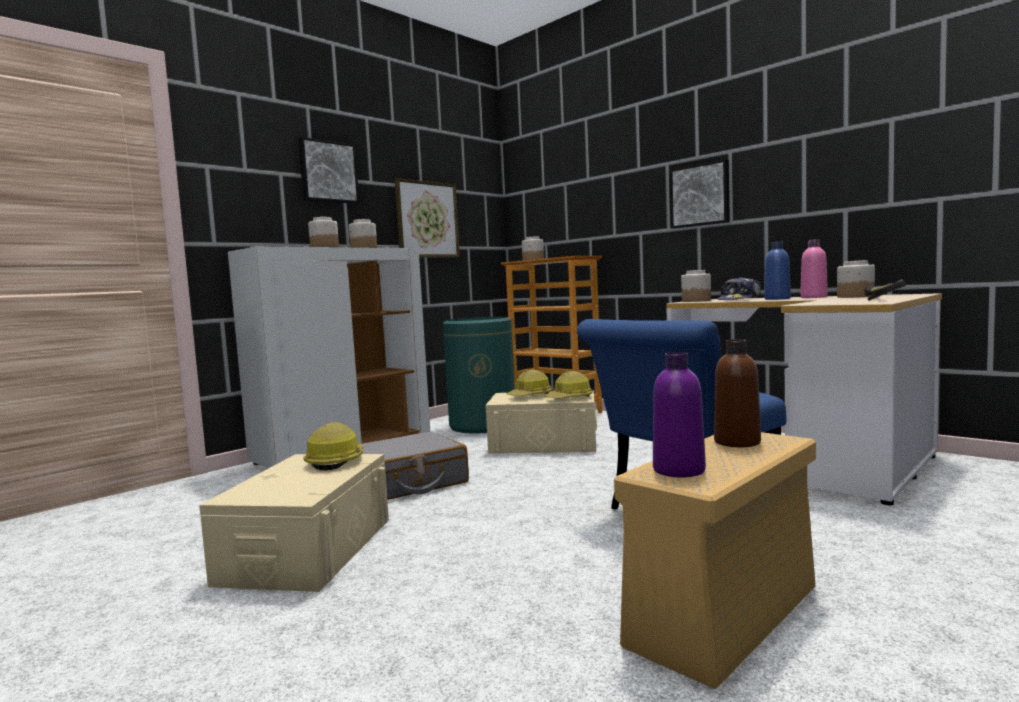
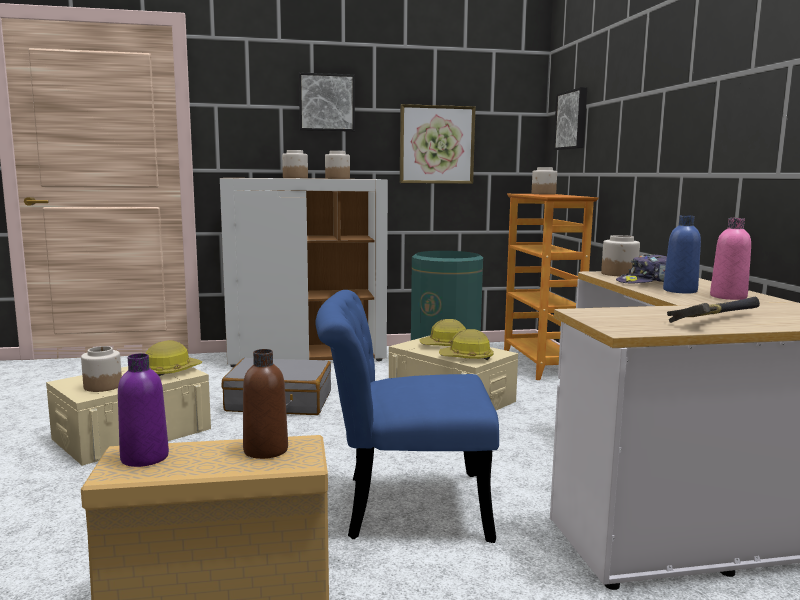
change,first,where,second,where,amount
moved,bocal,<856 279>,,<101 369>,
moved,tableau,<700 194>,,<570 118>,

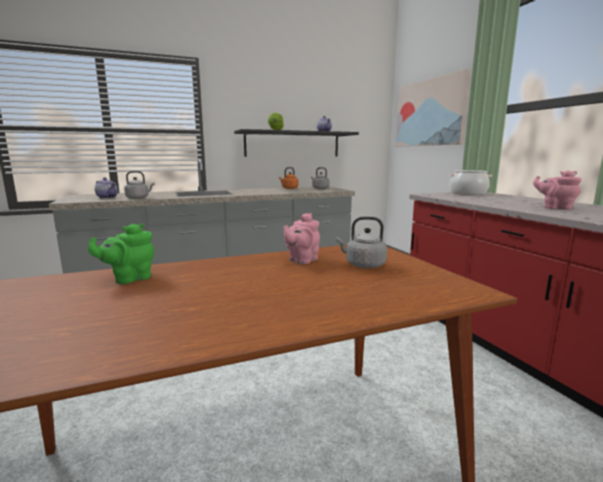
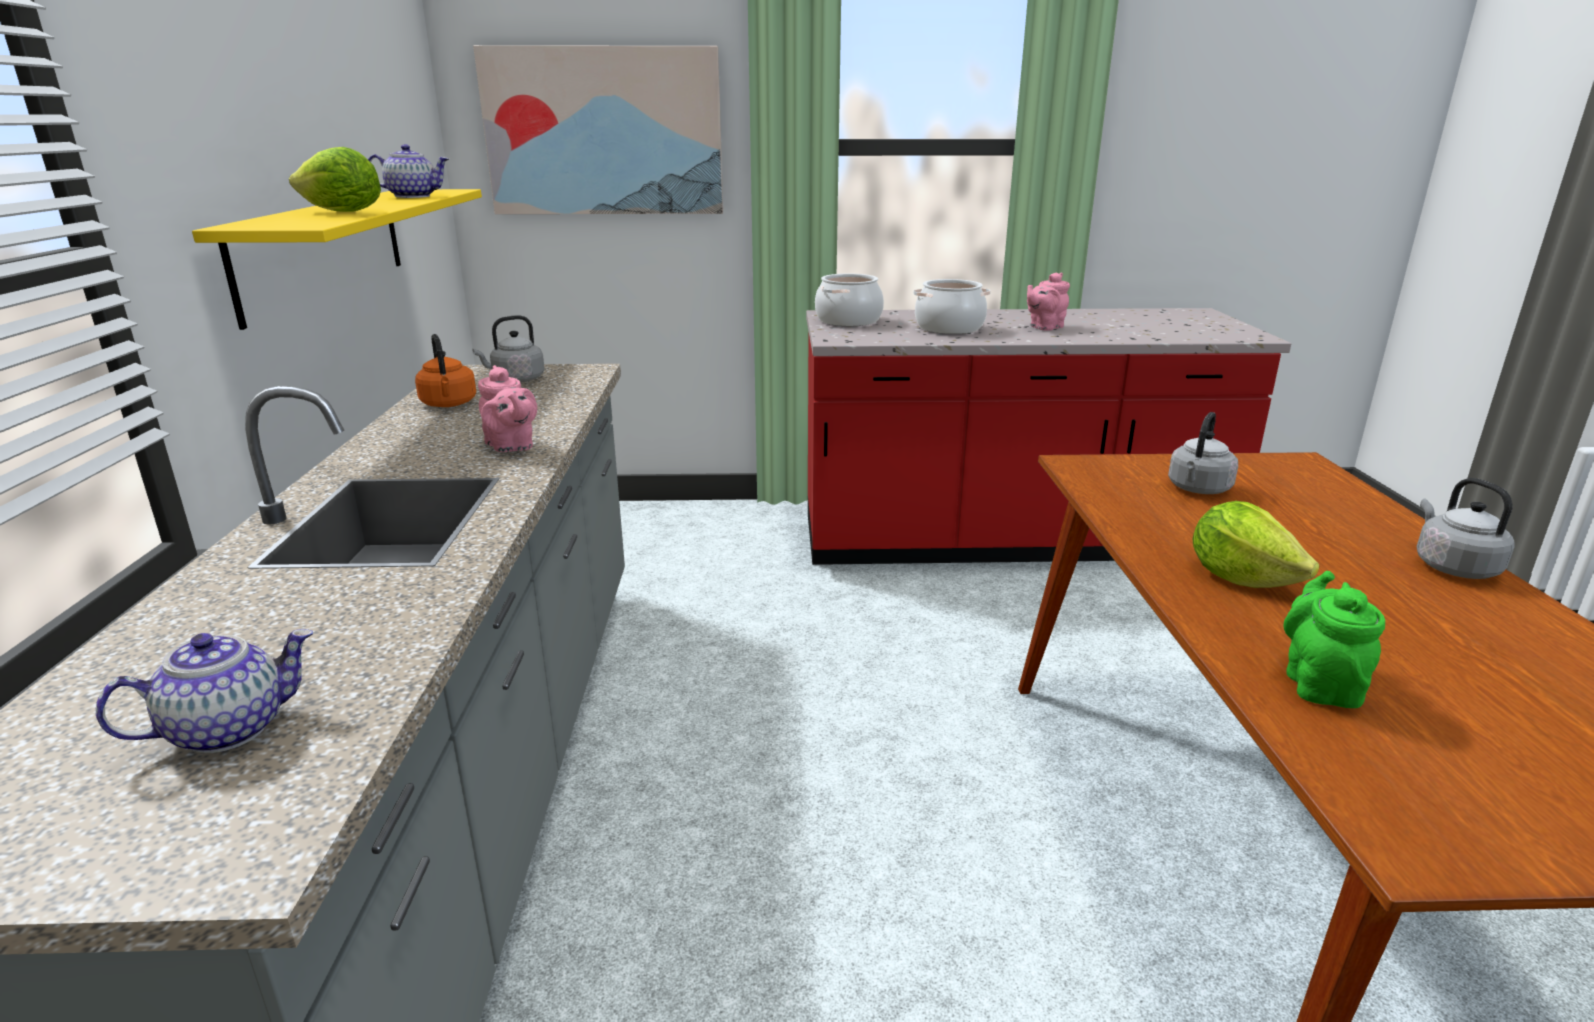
change,first,where,second,where,amount
recoloured,étagère/noir,<296 143>,étagère/jaune,<337 259>,
moved,théière/rose,<301 238>,,<507 408>,
added,,,marmite,<952 306>,
added,,,laitue,<1256 544>,
turned,théière/vert,<121 254>,,<1334 639>,150 degrees counterclockwise
moved,bouilloire/gris,<139 185>,,<1465 528>,

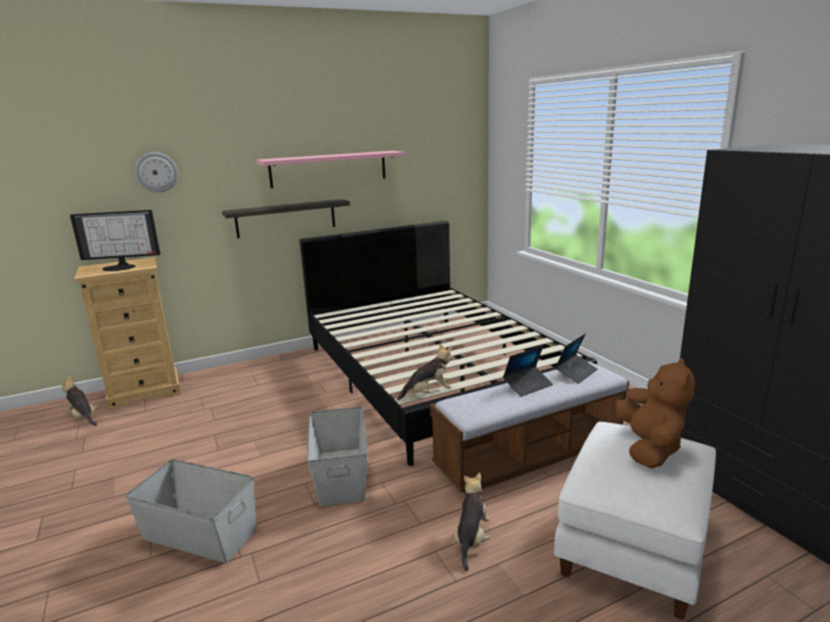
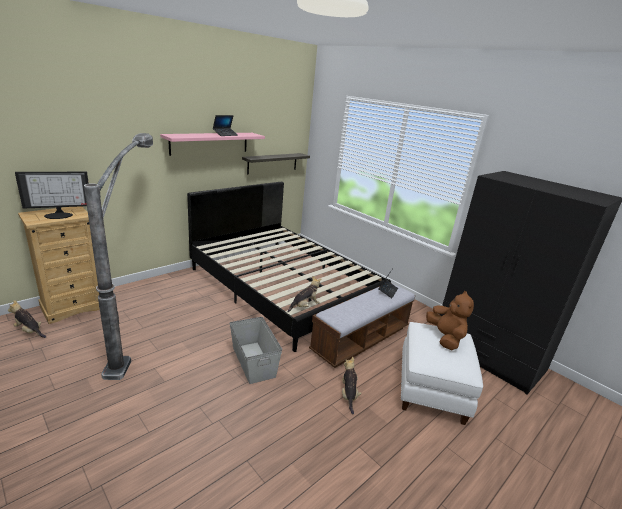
change,first,where,second,where,amount
added,,,lampadaire,<118 256>,
moved,ordinateur portable,<528 371>,,<225 125>,
moved,étagère,<286 218>,,<276 163>,
removed,boîte de rangement/gris,<191 511>,,,
removed,horloge murale,<156 172>,,,

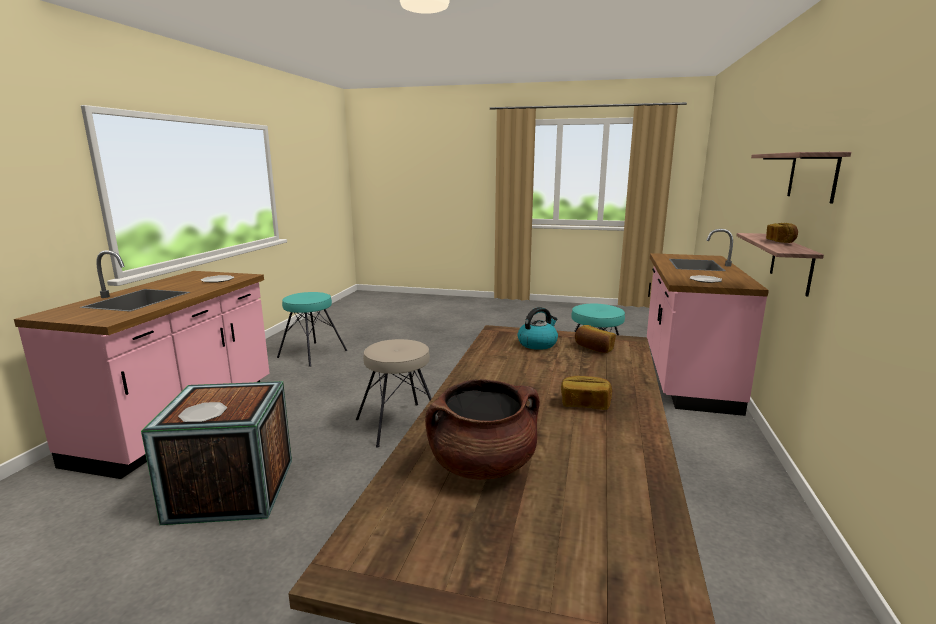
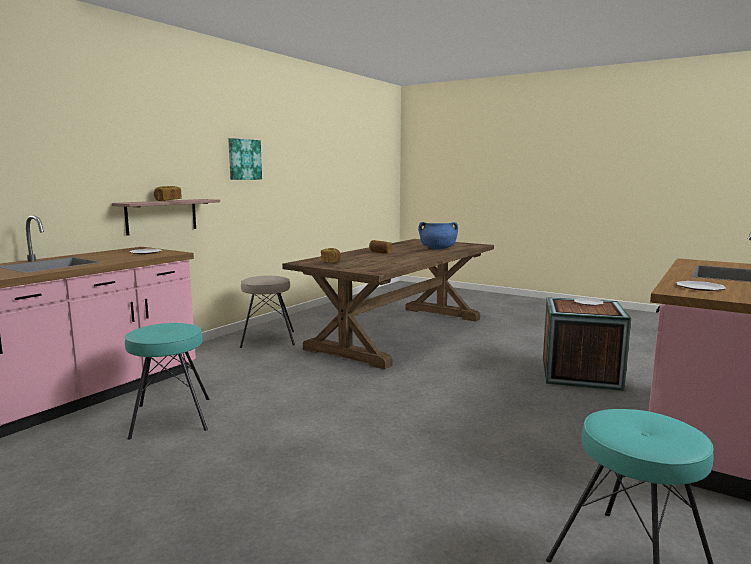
change,first,where,second,where,amount
added,,,tableau,<245 159>,
moved,tabouret/beige,<394 393>,,<267 312>,
recoloured,marmite/marron,<482 429>,marmite/bleu,<438 235>,
removed,bouilloire,<538 328>,,,
removed,étagère,<801 178>,,,

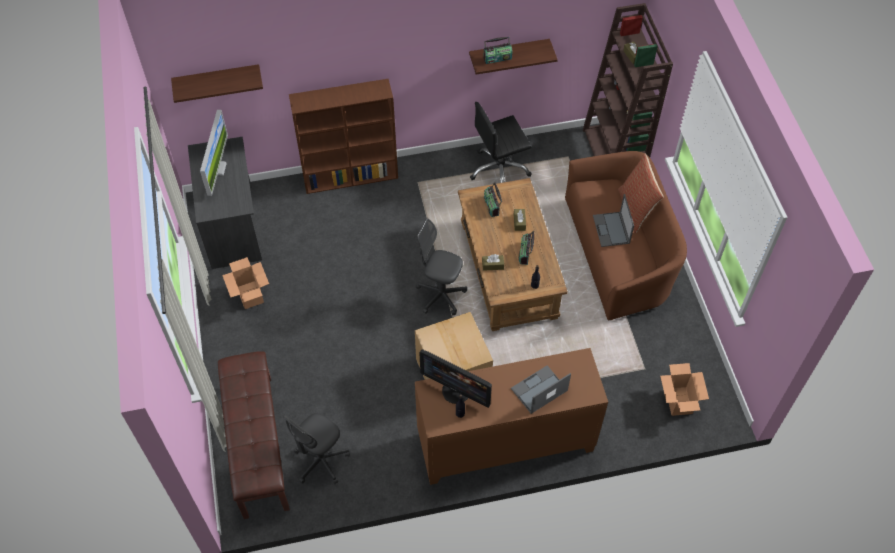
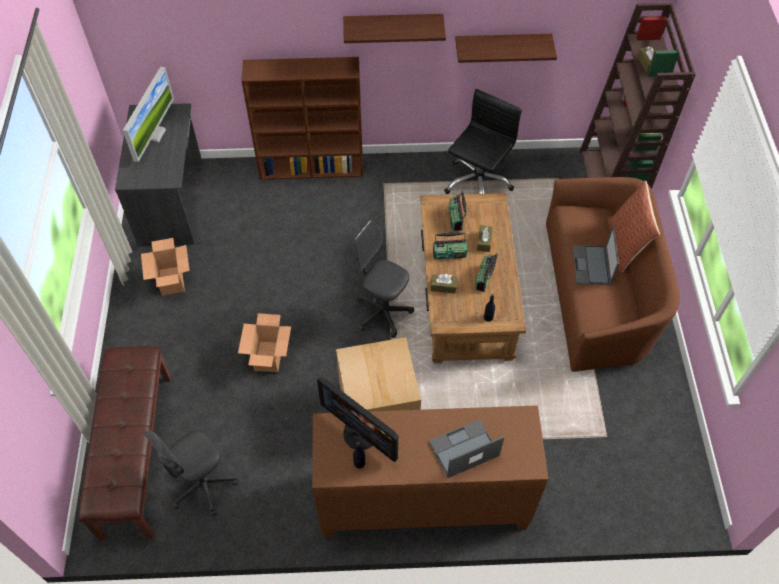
change,first,where,second,where,amount
moved,carton,<684 389>,,<264 342>,
moved,étagère,<217 83>,,<394 28>,
moved,radio,<497 50>,,<450 246>,
turned,chaise de bureau/noir,<501 142>,,<483 141>,135 degrees clockwise

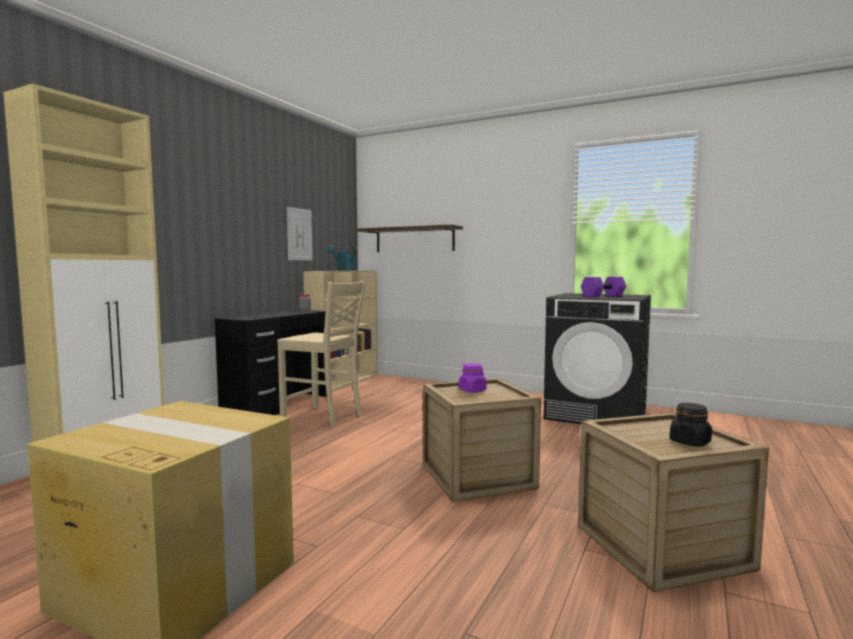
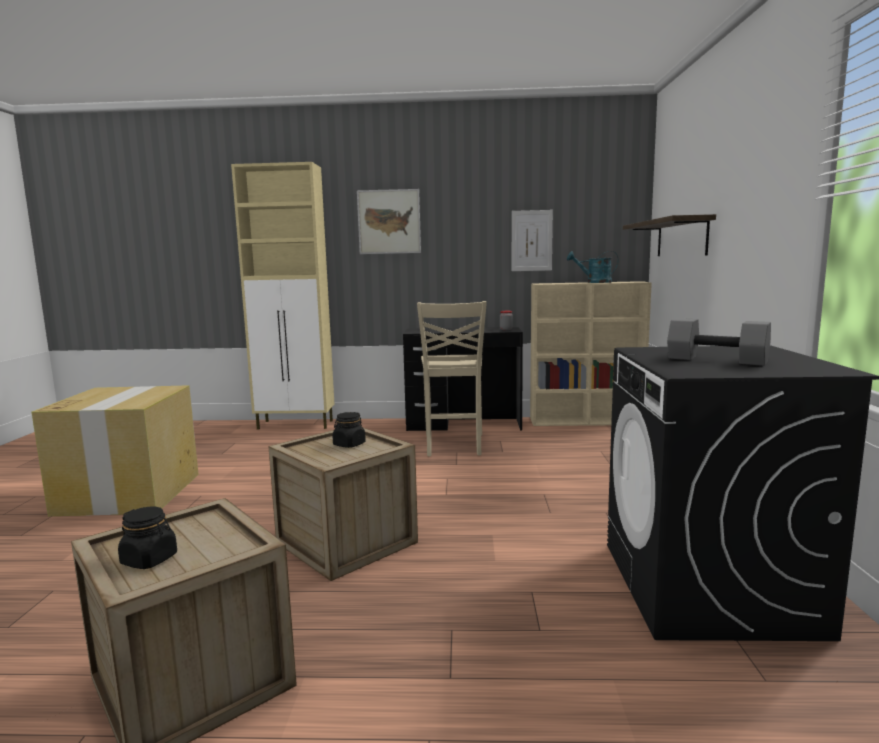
change,first,where,second,where,amount
recoloured,bocal/violet,<473 377>,bocal/noir,<349 430>,
added,,,tableau,<389 221>,
recoloured,haltère/violet,<603 287>,haltère/gris,<719 342>,

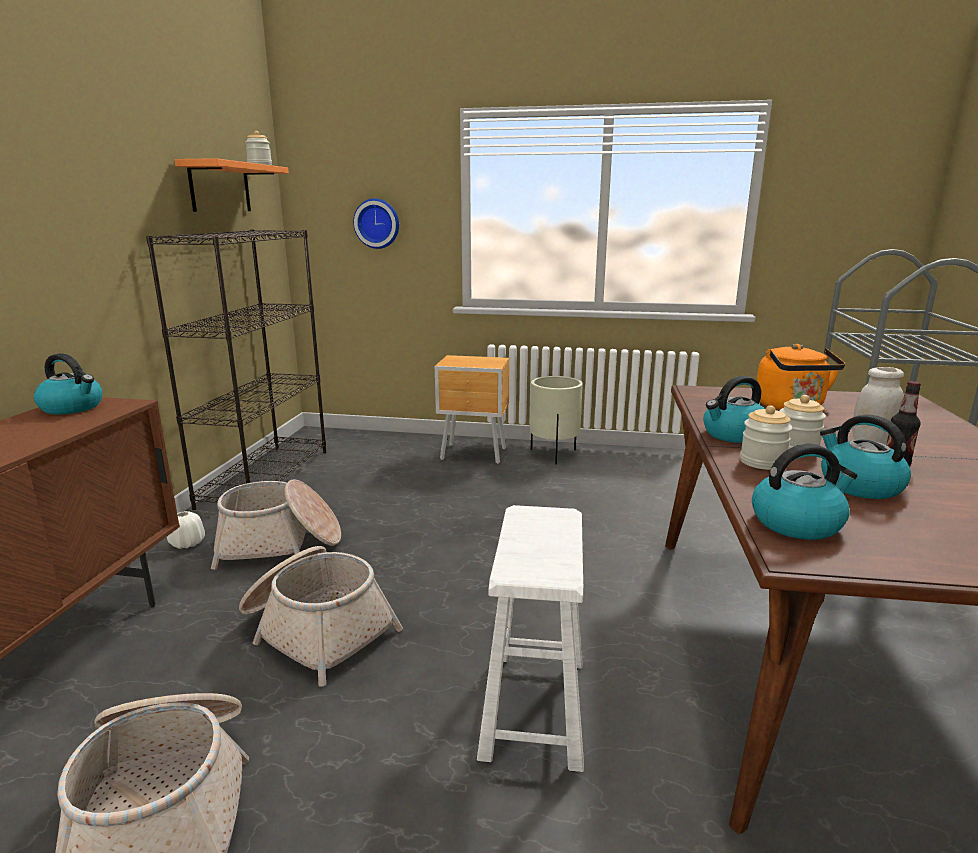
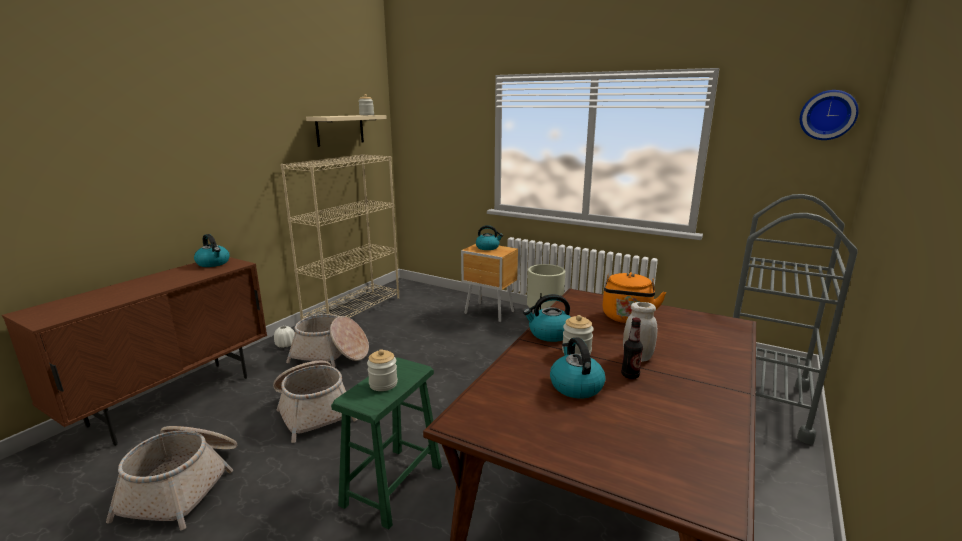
change,first,where,second,where,amount
recoloured,bibliothèque/noir,<236 370>,bibliothèque/beige,<339 237>,
recoloured,étagère/orange,<231 185>,étagère/beige,<346 131>,
recoloured,tabouret/blanc,<530 638>,tabouret/vert,<386 443>,
moved,bocal,<766 437>,,<382 370>,
moved,bouilloire,<805 492>,,<489 237>,
moved,horloge murale,<376 223>,,<829 115>,

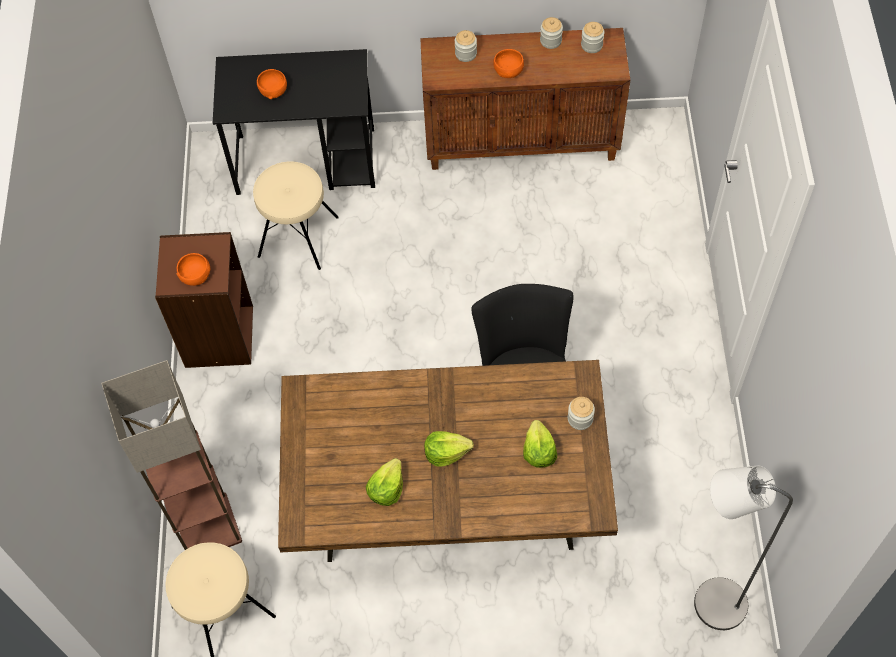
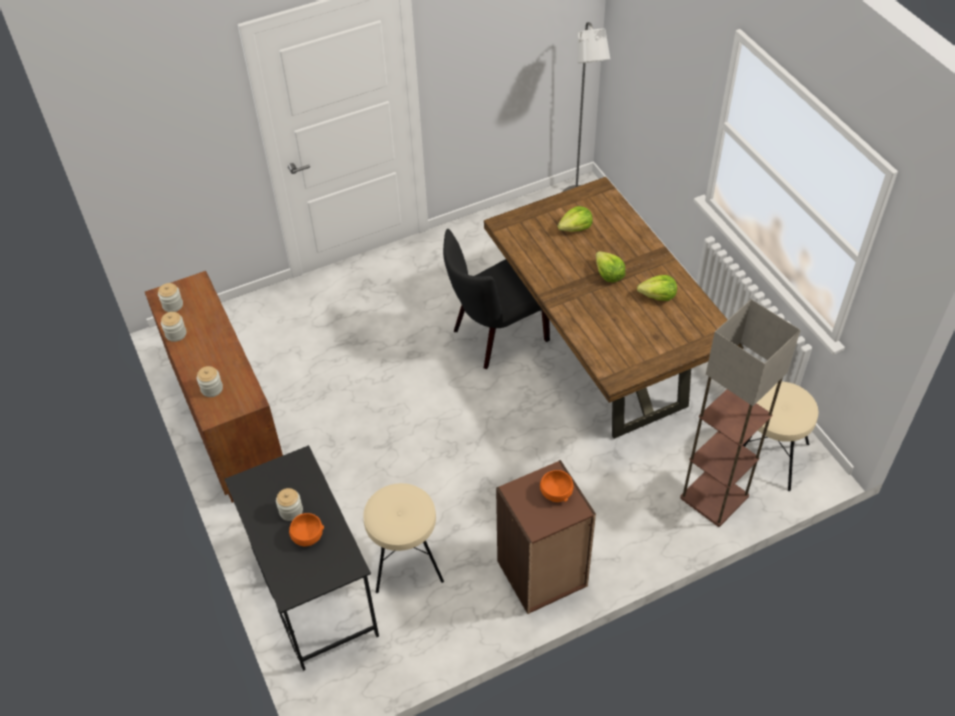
change,first,where,second,where,amount
moved,bocal,<581 413>,,<289 504>,
removed,bol/orange,<508 63>,,,

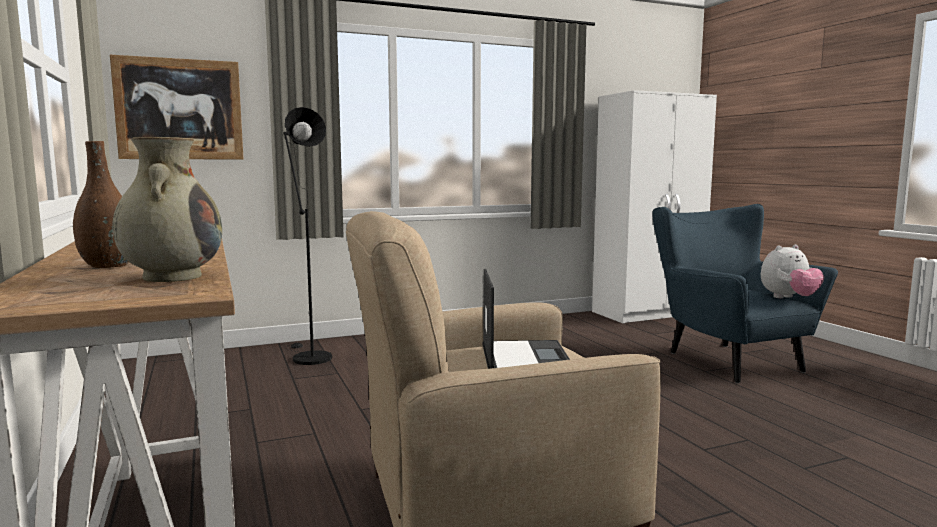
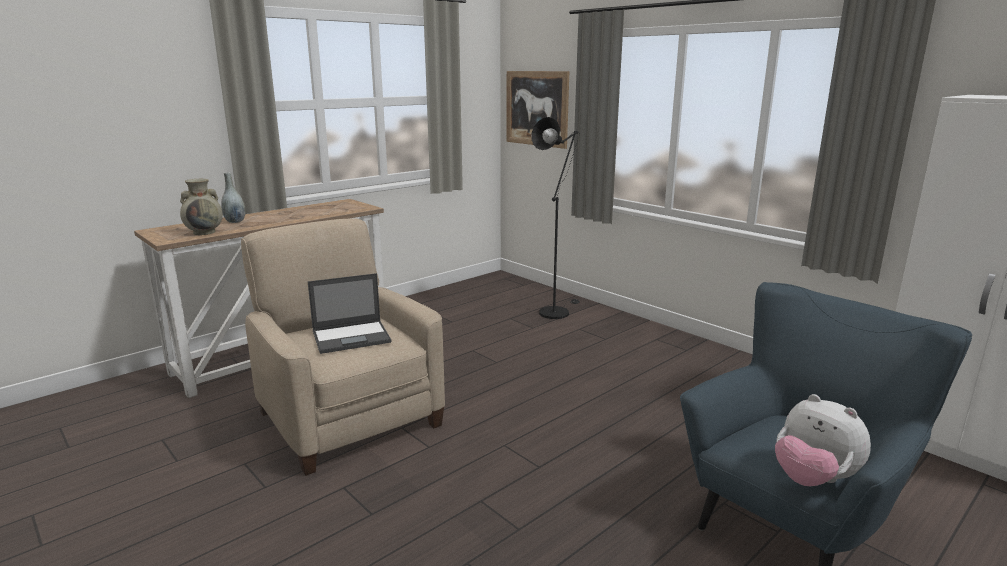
change,first,where,second,where,amount
recoloured,vase/marron,<101 204>,vase/gris,<233 197>,

